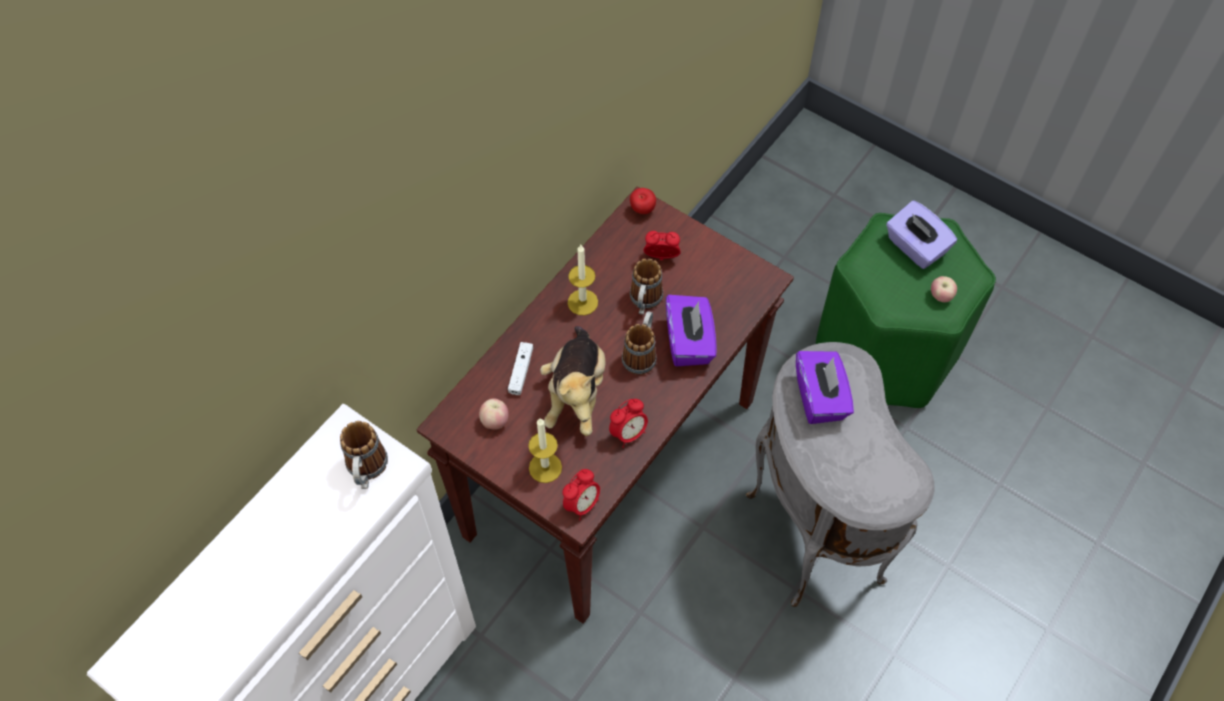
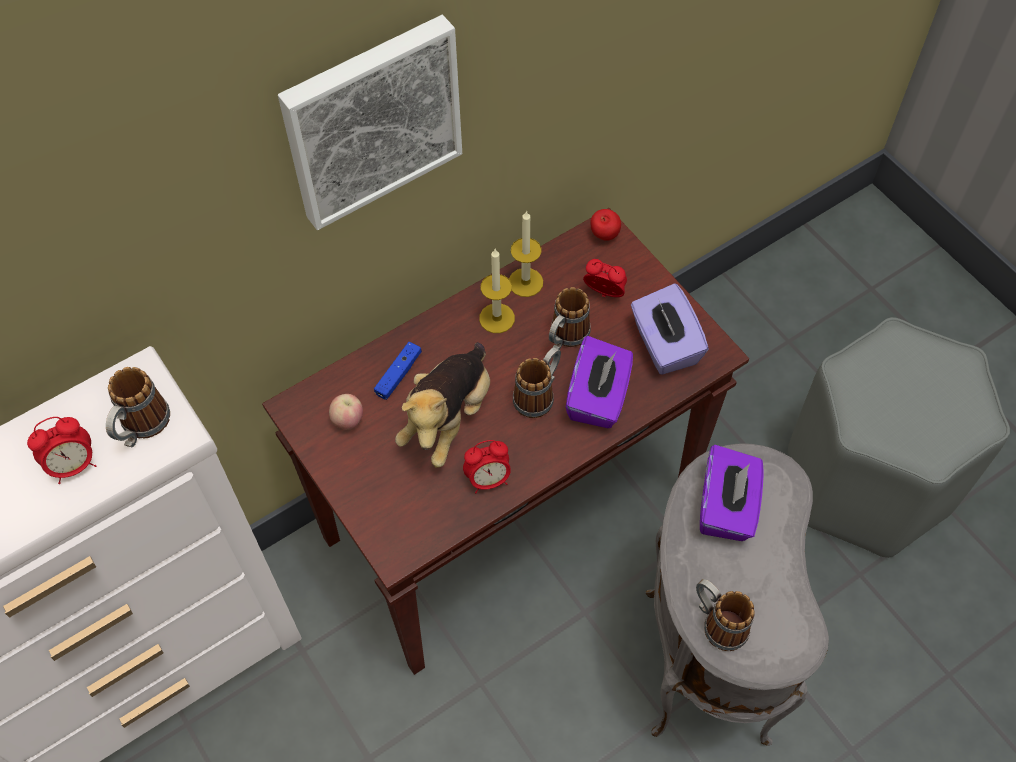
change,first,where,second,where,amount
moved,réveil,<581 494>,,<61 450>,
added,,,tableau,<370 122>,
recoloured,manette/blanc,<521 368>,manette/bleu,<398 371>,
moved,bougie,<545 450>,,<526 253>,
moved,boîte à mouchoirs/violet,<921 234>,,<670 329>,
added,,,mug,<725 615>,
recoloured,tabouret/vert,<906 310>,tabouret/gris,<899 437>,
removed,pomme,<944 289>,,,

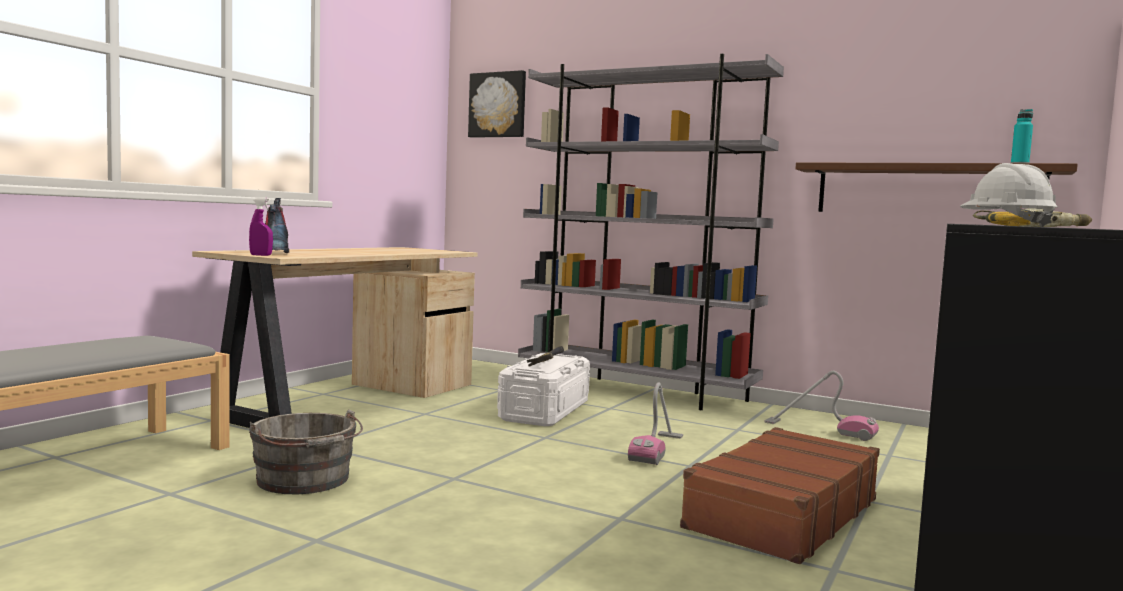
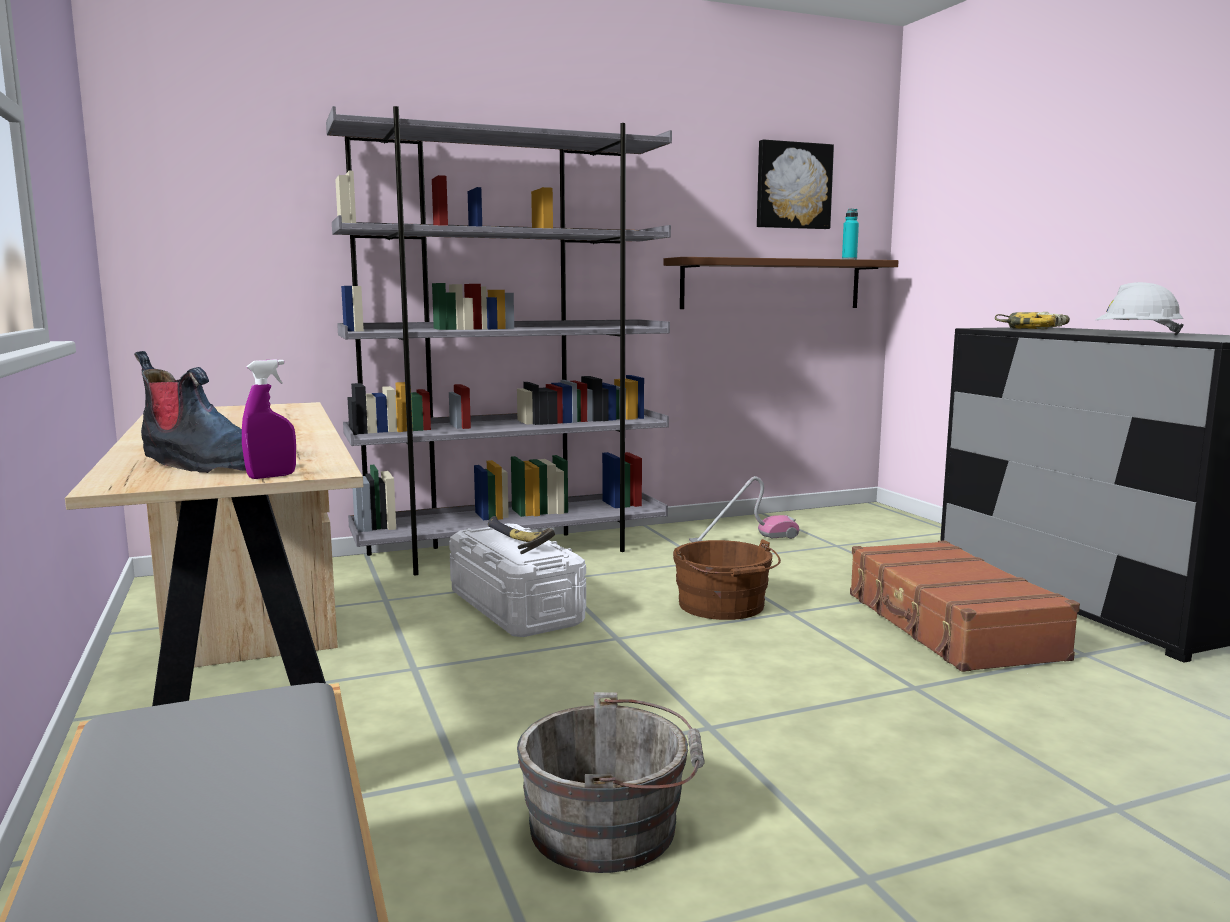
change,first,where,second,where,amount
replaced,aspirateur,<655 423>,seau/marron,<727 579>,
moved,tableau,<497 104>,,<795 184>,

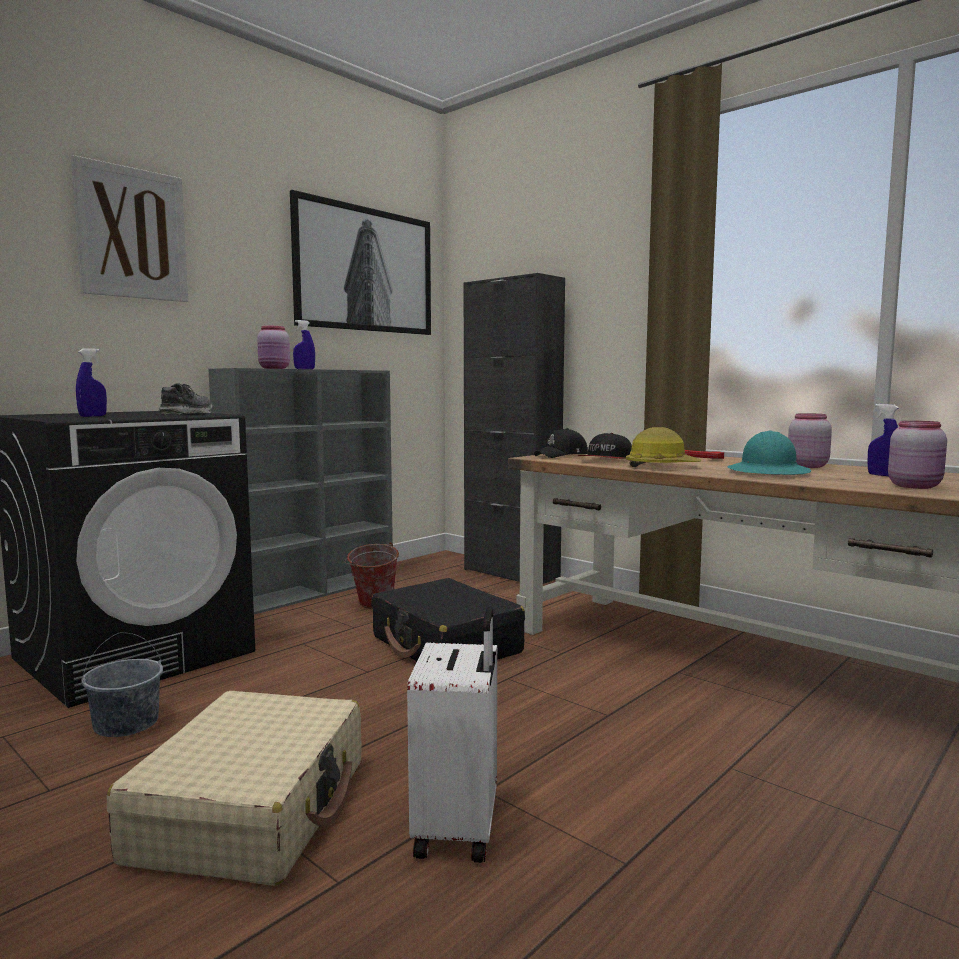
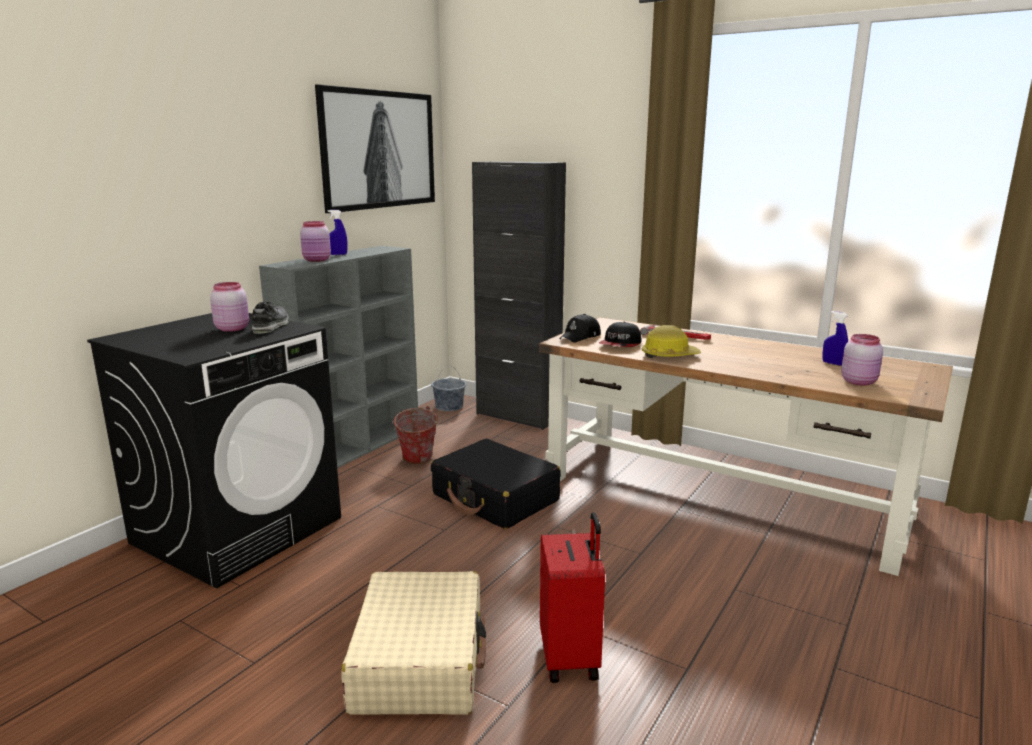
change,first,where,second,where,amount
moved,bocal/rose,<810 440>,,<229 307>,
moved,seau/gris,<122 684>,,<448 388>,
recoloured,valise/blanc,<452 735>,valise/rouge,<572 597>,
removed,tableau,<129 228>,,,
removed,vaporisateur/bleu,<91 382>,,,
removed,casque de chantier/turquoise,<769 453>,,,

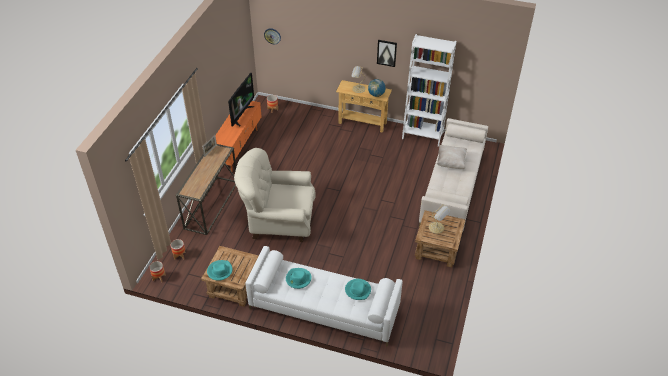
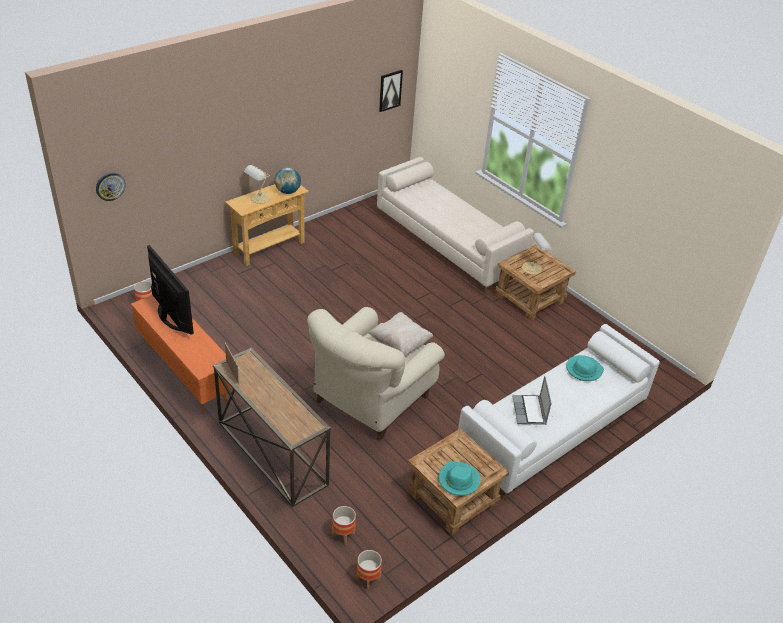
change,first,where,second,where,amount
moved,coussin/beige,<452 157>,,<400 334>,
moved,tableau,<387 53>,,<391 91>,
replaced,chapeau/turquoise,<299 278>,ordinateur portable,<532 400>,
removed,bibliothèque/blanc,<429 90>,,,

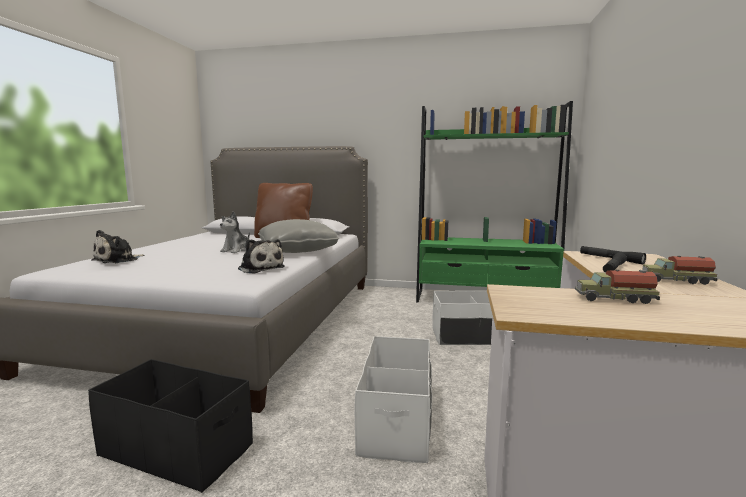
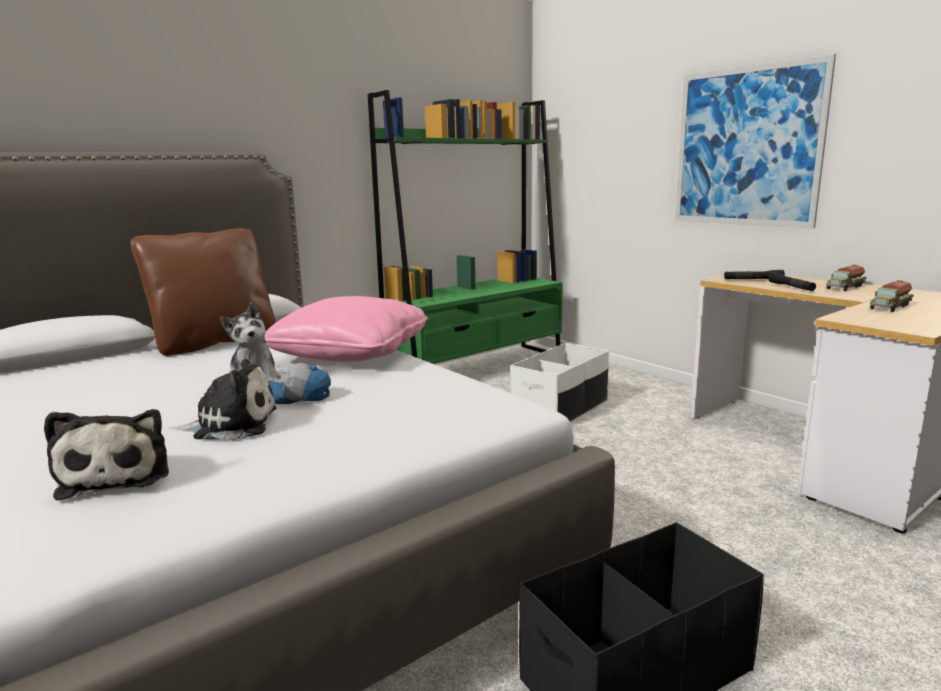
change,first,where,second,where,amount
moved,peluche,<261 256>,,<223 399>,
recoloured,coussin/gris,<298 236>,coussin/rose,<346 329>,
added,,,casquette,<299 383>,
added,,,tableau,<755 141>,
removed,boîte de rangement/blanc,<393 399>,,,

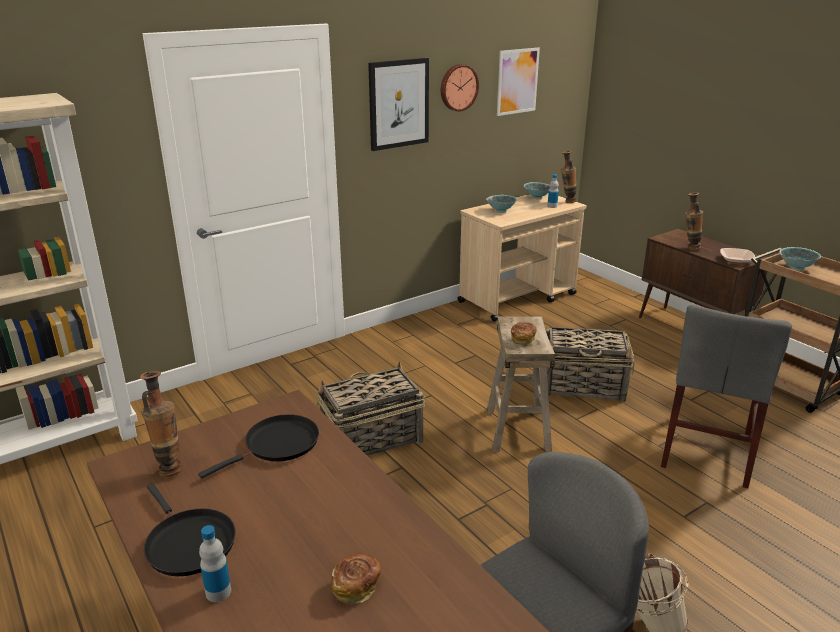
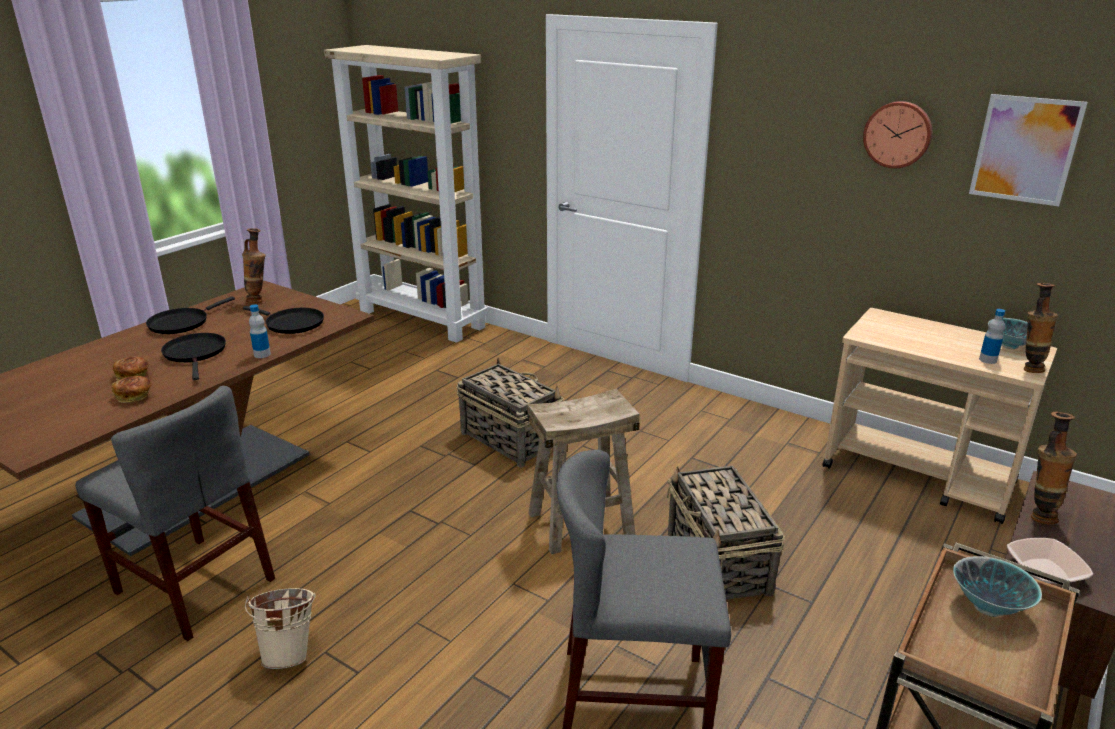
change,first,where,second,where,amount
moved,pain,<523 333>,,<132 389>,
added,,,poêle/noir,<193 356>,
moved,bouteille,<215 563>,,<260 331>,
removed,tableau,<398 104>,,,
removed,bol,<501 204>,,,

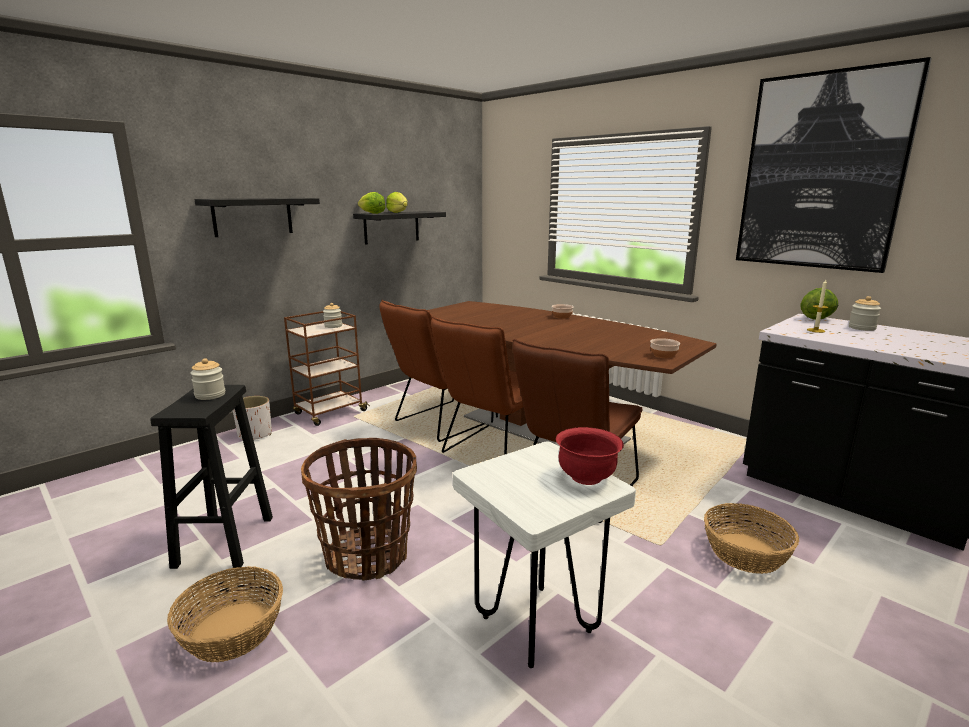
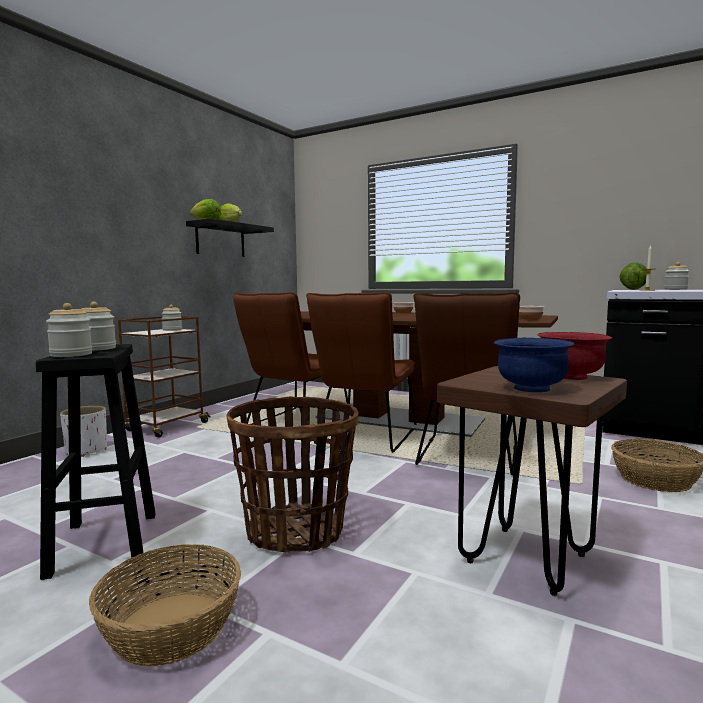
change,first,where,second,where,amount
added,,,bocal,<69 330>,
recoloured,tabouret/blanc,<544 554>,tabouret/marron,<532 481>,
added,,,bol/bleu,<534 365>,
removed,étagère/noir,<257 217>,,,
removed,tableau,<834 165>,,,

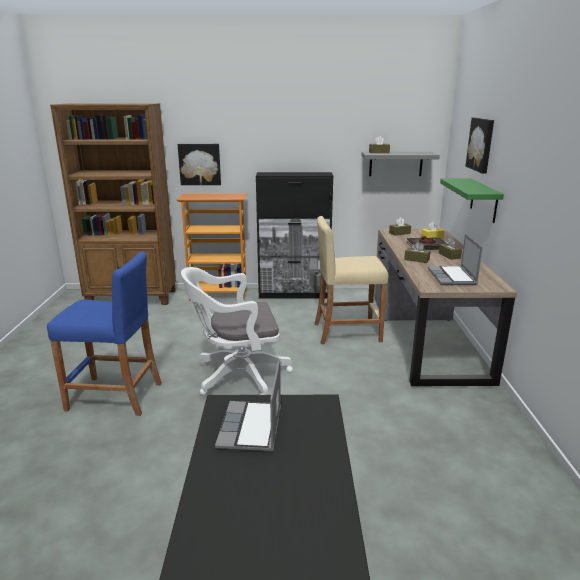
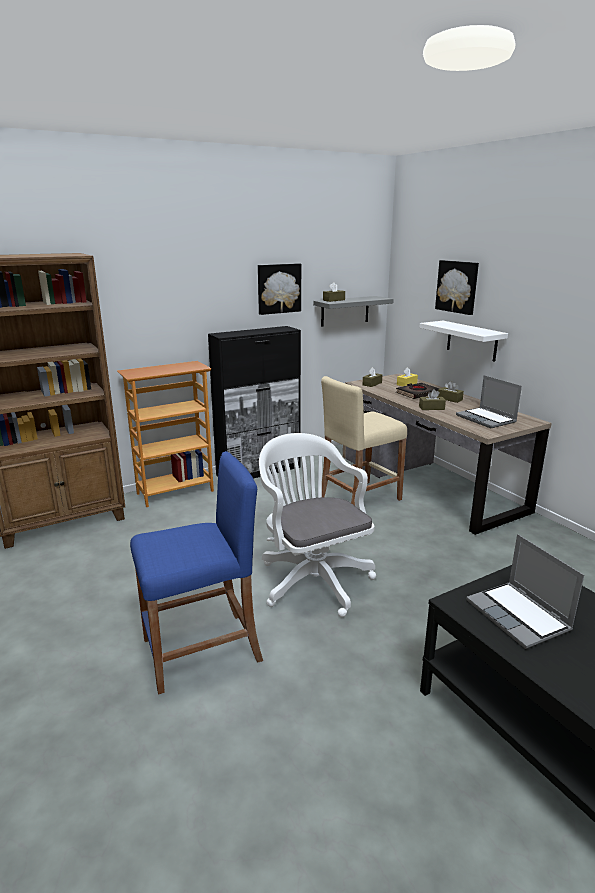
change,first,where,second,where,amount
moved,tableau,<199 164>,,<279 289>,
turned,chaise de bureau/blanc,<237 331>,,<317 525>,105 degrees clockwise
recoloured,étagère/vert,<472 201>,étagère/blanc,<463 341>,

